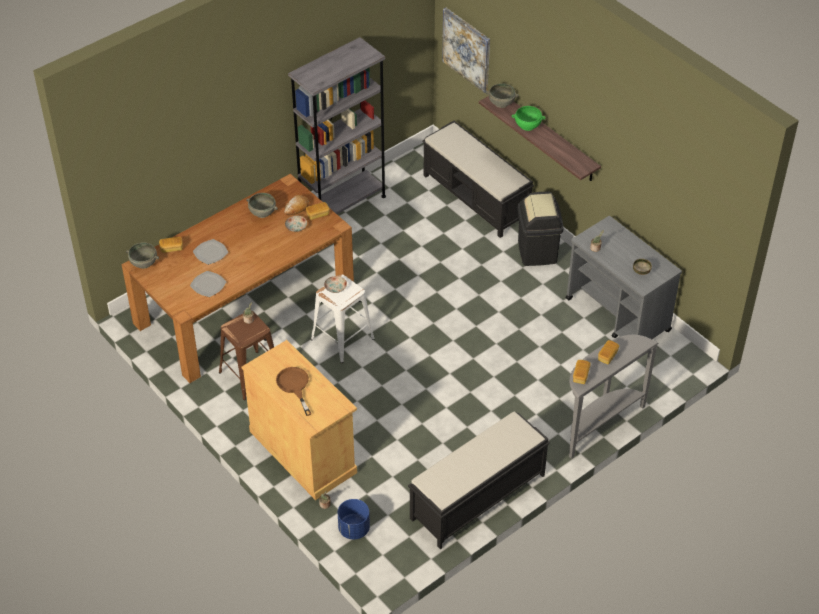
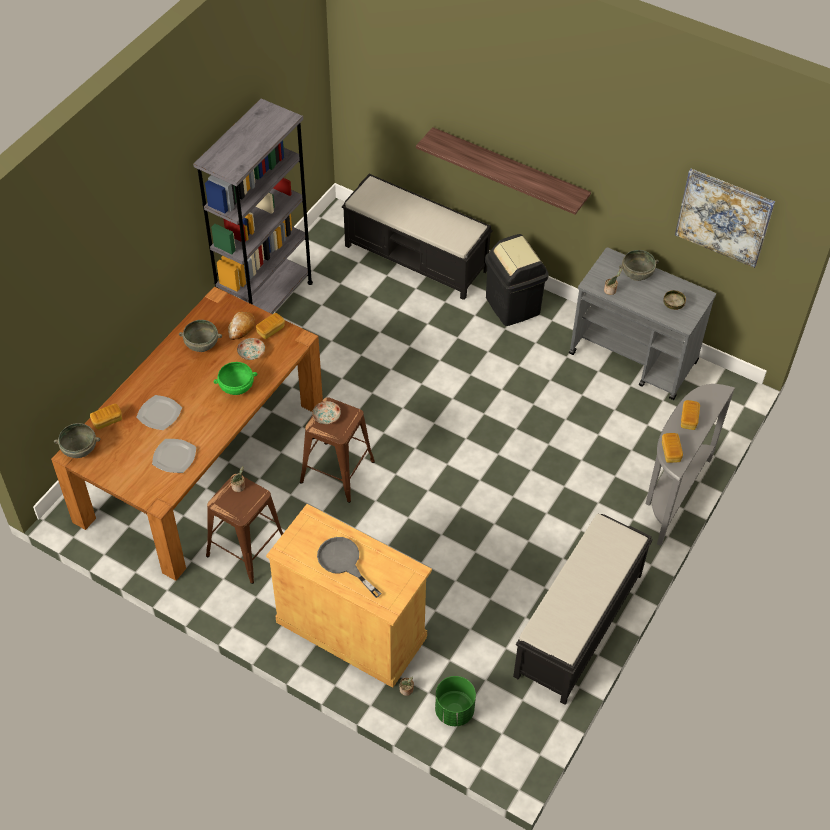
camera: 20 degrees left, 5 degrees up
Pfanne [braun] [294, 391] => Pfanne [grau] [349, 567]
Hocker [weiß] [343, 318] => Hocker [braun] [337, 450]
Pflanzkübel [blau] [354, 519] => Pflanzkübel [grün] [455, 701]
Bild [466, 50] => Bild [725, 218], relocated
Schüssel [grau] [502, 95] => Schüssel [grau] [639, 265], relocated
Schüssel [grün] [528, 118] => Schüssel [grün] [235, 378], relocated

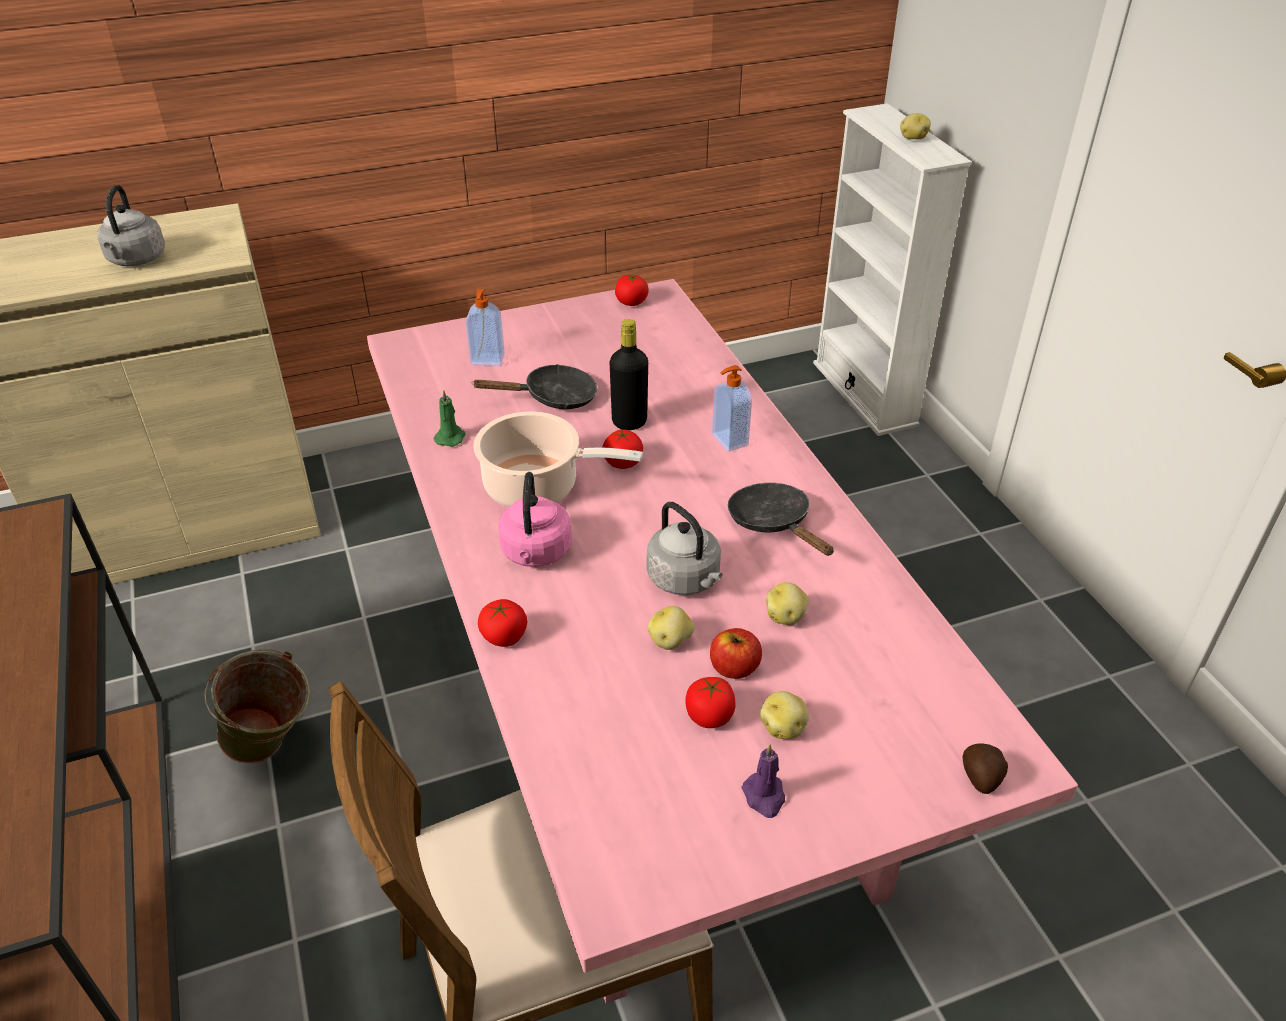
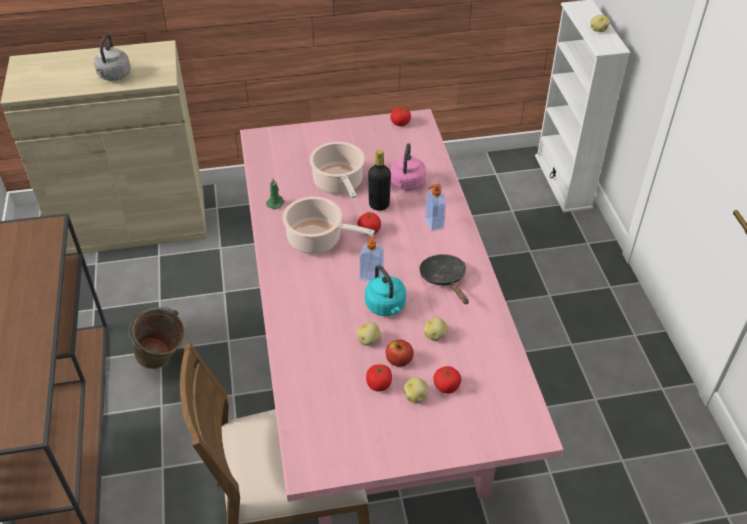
camera: 10 degrees right, 5 degrees up
Seifenspender [485, 327] => Seifenspender [371, 259], relocated
Pfanne [schwarz] [535, 386] => Kochtopf [337, 170]
Tomate [502, 623] => Tomate [447, 380], relocated
Wasserkessel [rosa] [535, 519] => Wasserkessel [rosa] [408, 166], relocated
Wasserkessel [grau] [684, 548] => Wasserkessel [türkis] [385, 290]
Kerze [lila] [763, 781] => nothing
Kartoffel [985, 768] => nothing

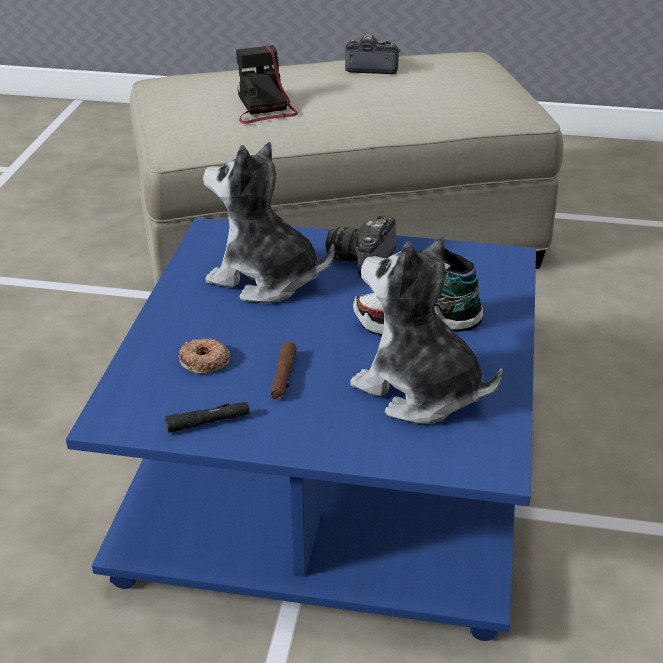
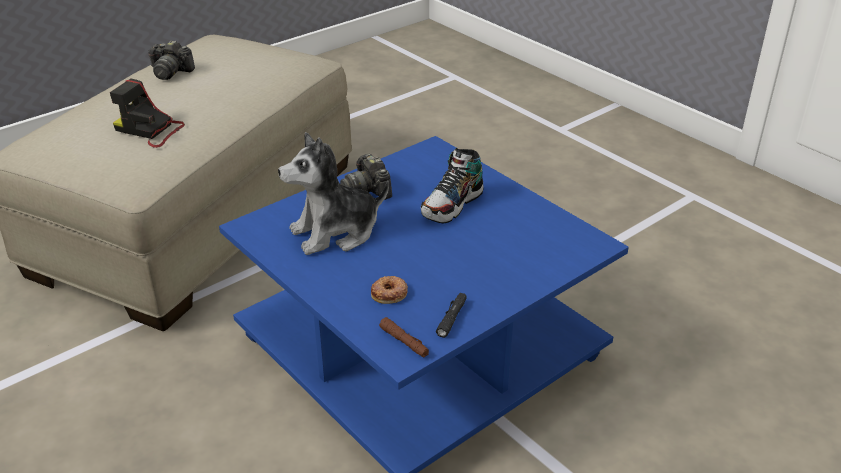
camera: 50 degrees left, 0 degrees up
Taschenlampe [braun] [284, 371] => Taschenlampe [braun] [404, 337], relocated
Kamera [373, 54] => Kamera [171, 60], 120 degrees counterclockwise
Plüschtier [426, 330] => nothing

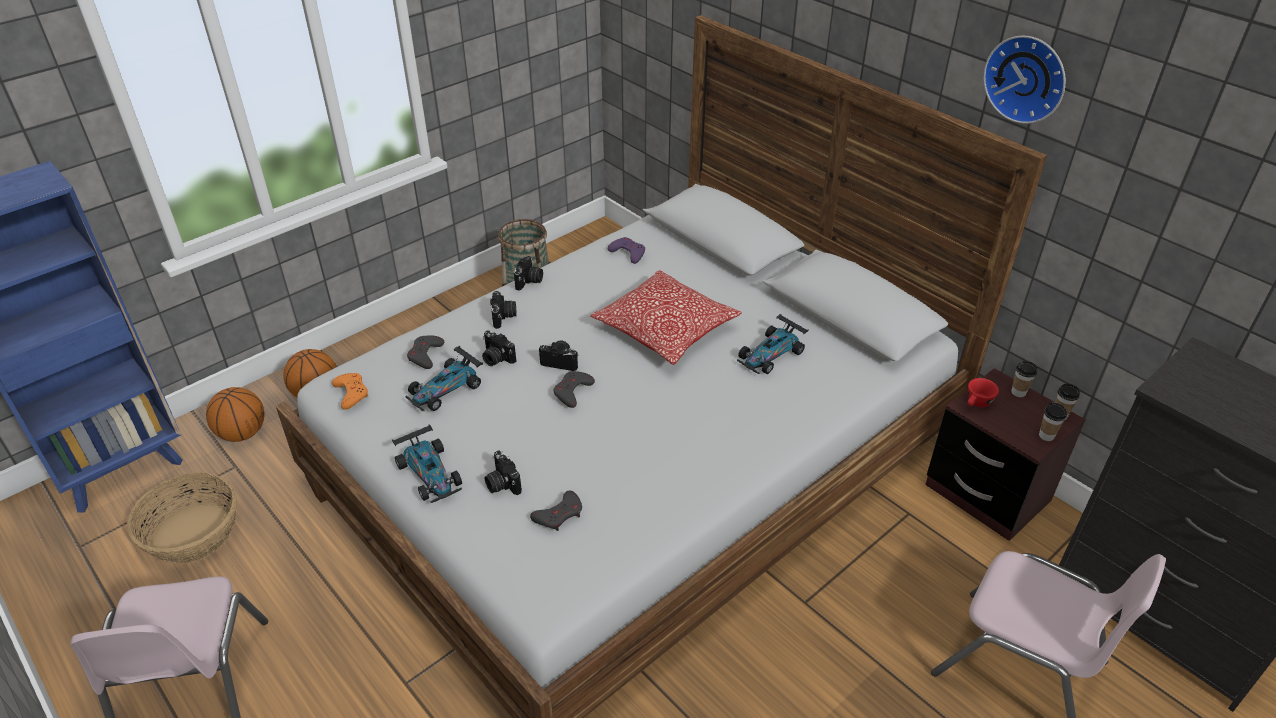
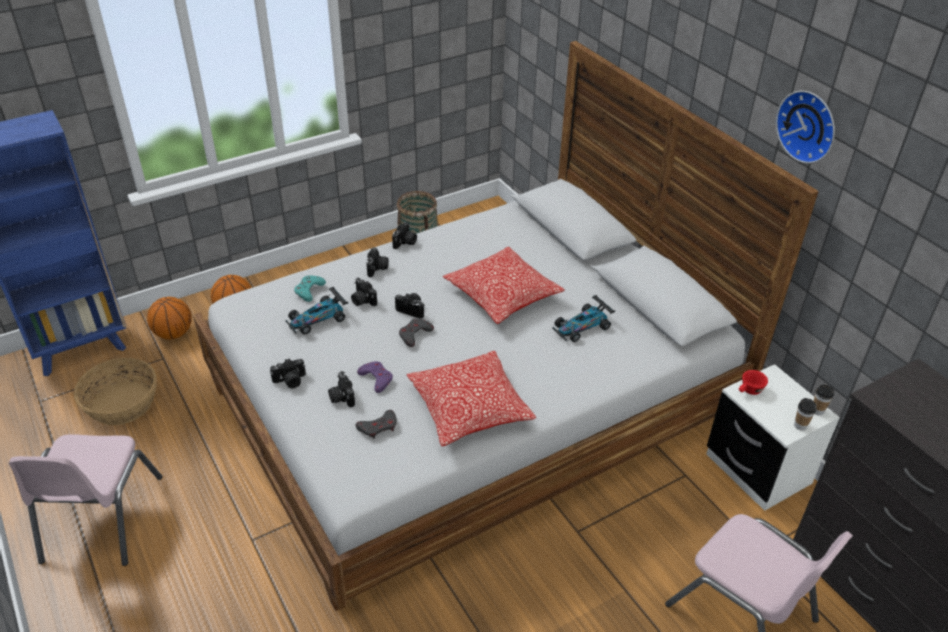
camera: 10 degrees right, 0 degrees up
Gamepad [orange] [350, 391] => nothing
Spielzeugauto [427, 463] => Kamera [288, 373]
Gamepad [grau] [425, 352] => Gamepad [türkis] [310, 288]
Gamepad [lila] [626, 250] => Gamepad [lila] [375, 377], relocated
Nachttisch [braun] [1005, 454] => Nachttisch [weiß] [773, 437]
Tasse [1024, 379] => nothing
nothing => Kissen [471, 398]

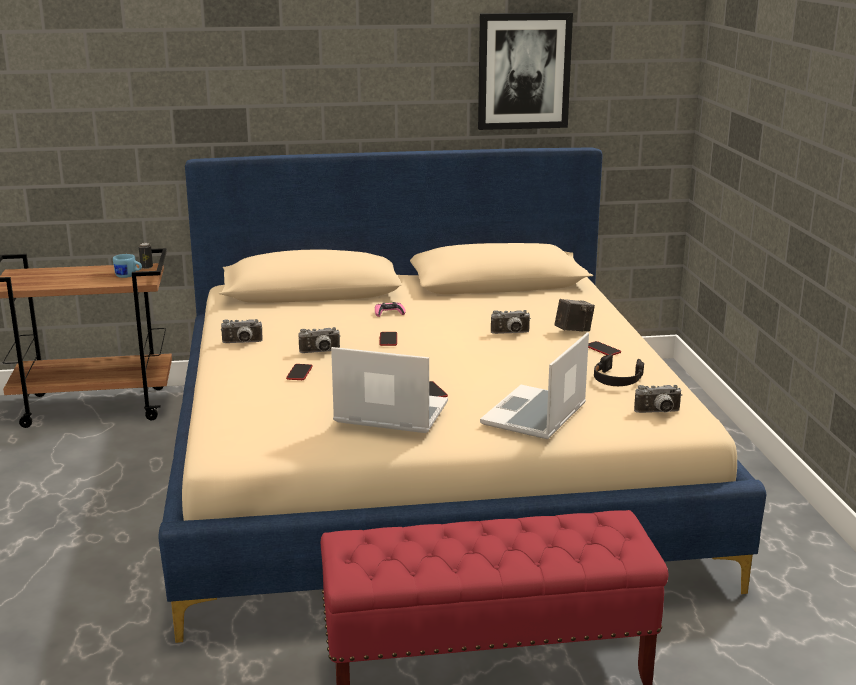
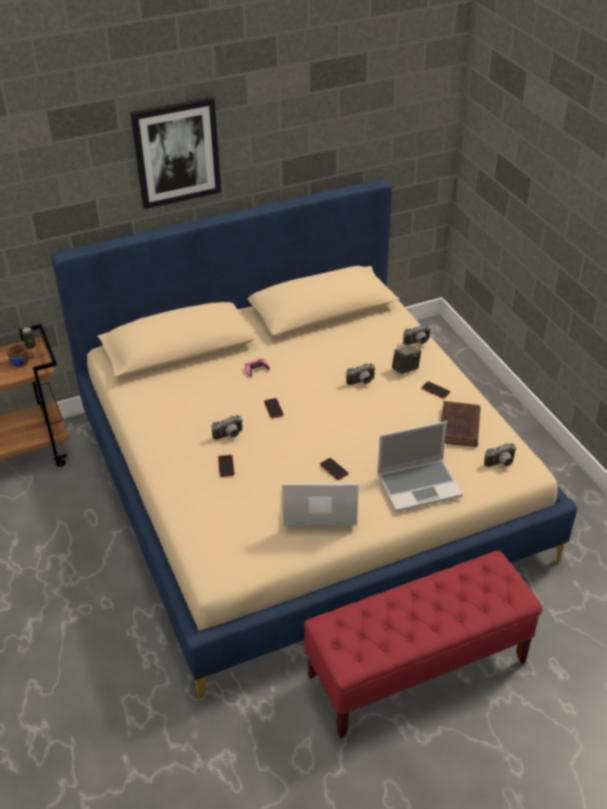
camera: 15 degrees left, 20 degrees up
Henkelbecher [blau] [127, 266] => Henkelbecher [braun] [20, 355]
Kamera [241, 331] => Kamera [417, 334], relocated
Bild [525, 71] => Bild [175, 153], relocated
Laptop [534, 385] => Laptop [420, 466], 120 degrees counterclockwise
Kopfhörer [schwarz] [619, 370] => Buch [braun] [460, 424]

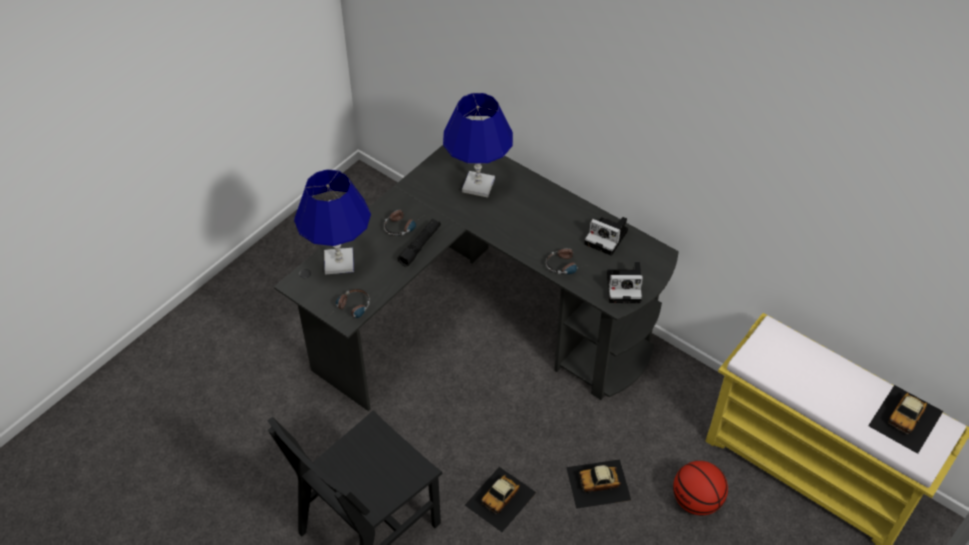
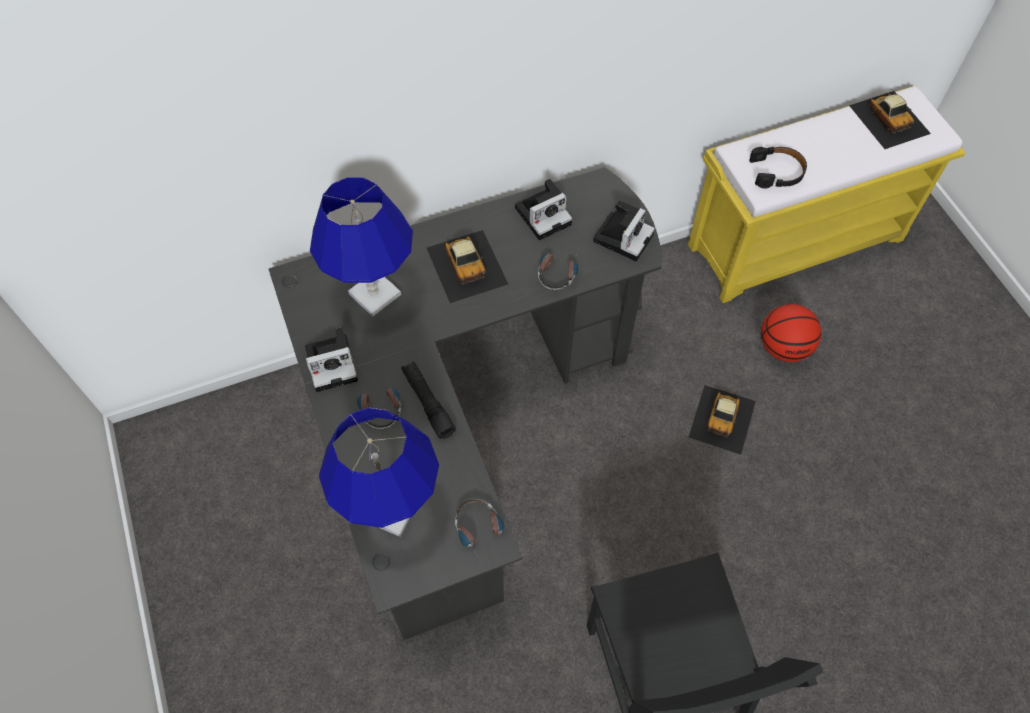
camera: 60 degrees left, 10 degrees up
Spielzeugauto [501, 499] => Spielzeugauto [467, 266], relocated
nothing => Kamera [331, 359]
nothing => Kopfhörer [schwarz] [778, 167]

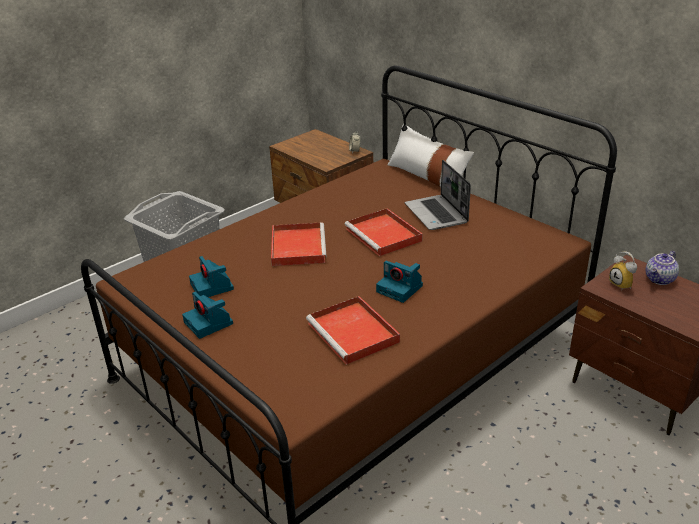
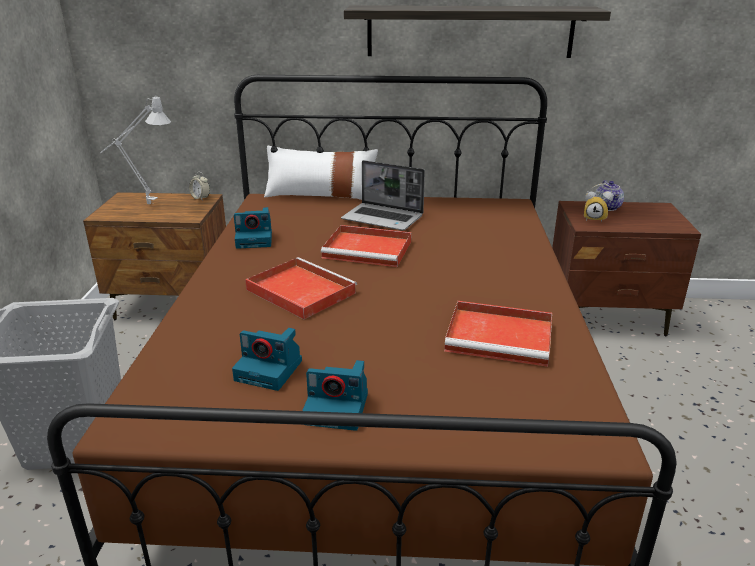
camera: 45 degrees left, 5 degrees down
Kamera [399, 282] => Kamera [253, 228], relocated
nothing => Tischlampe [grau] [135, 150]
nothing => Wandregal [477, 31]

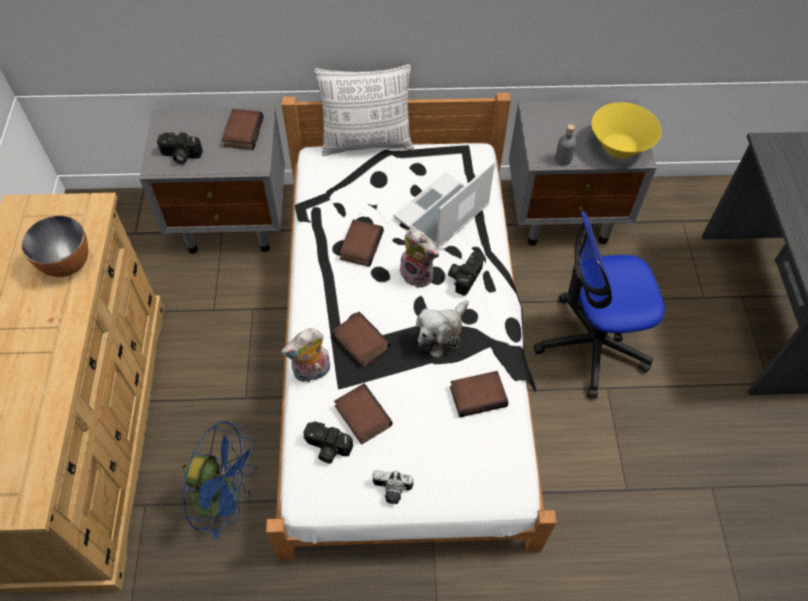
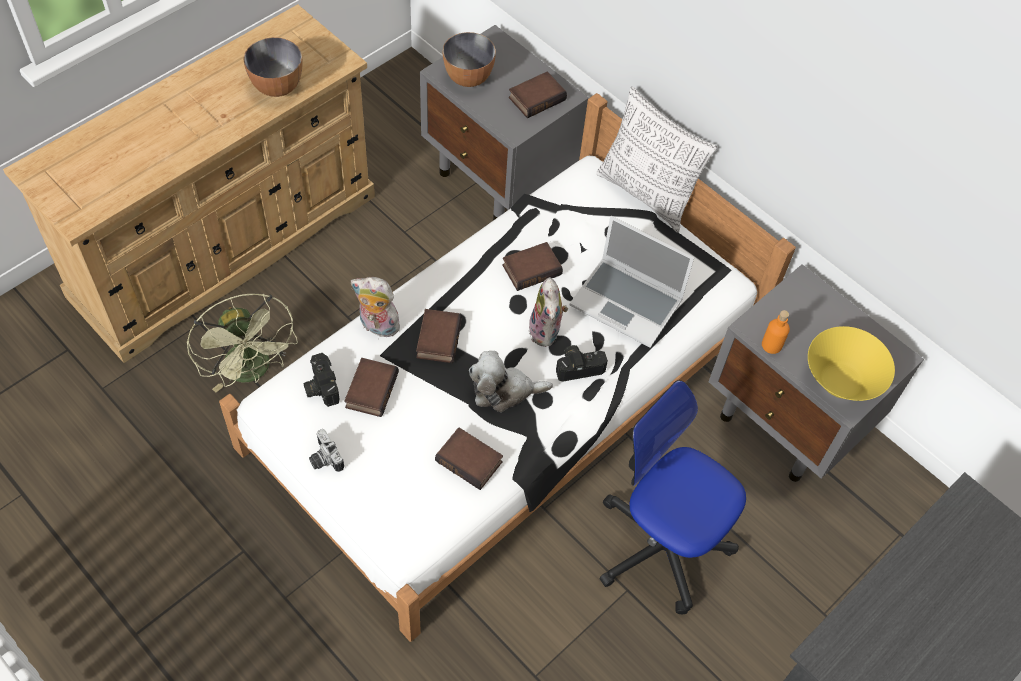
camera: 45 degrees right, 0 degrees up
Kamera [180, 148] => Schüssel [469, 59]
Ventilator [blau] [219, 480] => Ventilator [grün] [242, 343]
Laptop [444, 205] => Laptop [632, 282], 150 degrees counterclockwise
Flasche [grau] [565, 145] => Flasche [orange] [776, 332]

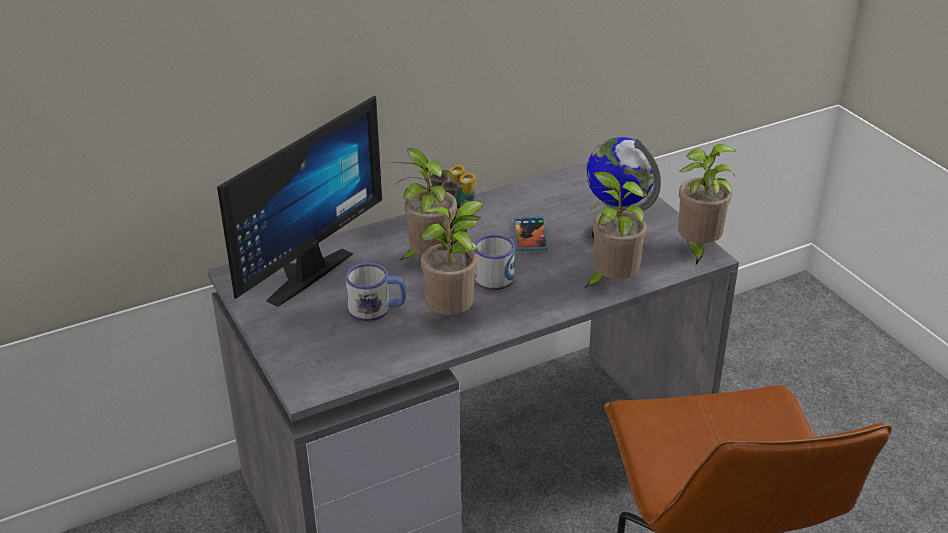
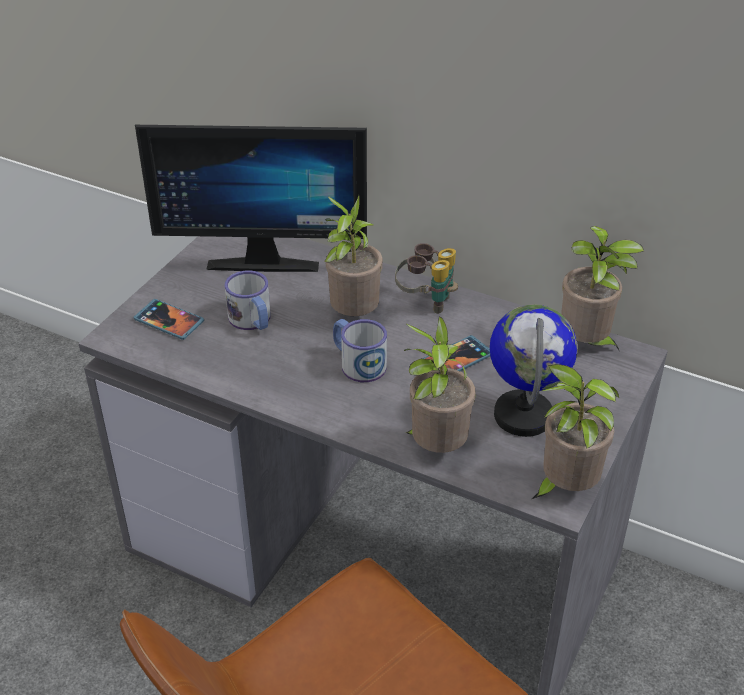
camera: 55 degrees right, 5 degrees up
Topfpflanze [452, 258] => Topfpflanze [602, 289], relocated
nothing => Handy [168, 319]

